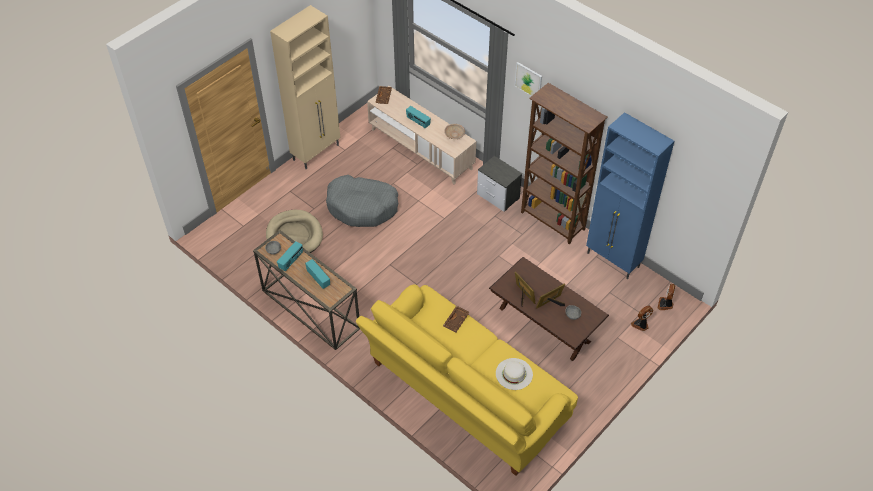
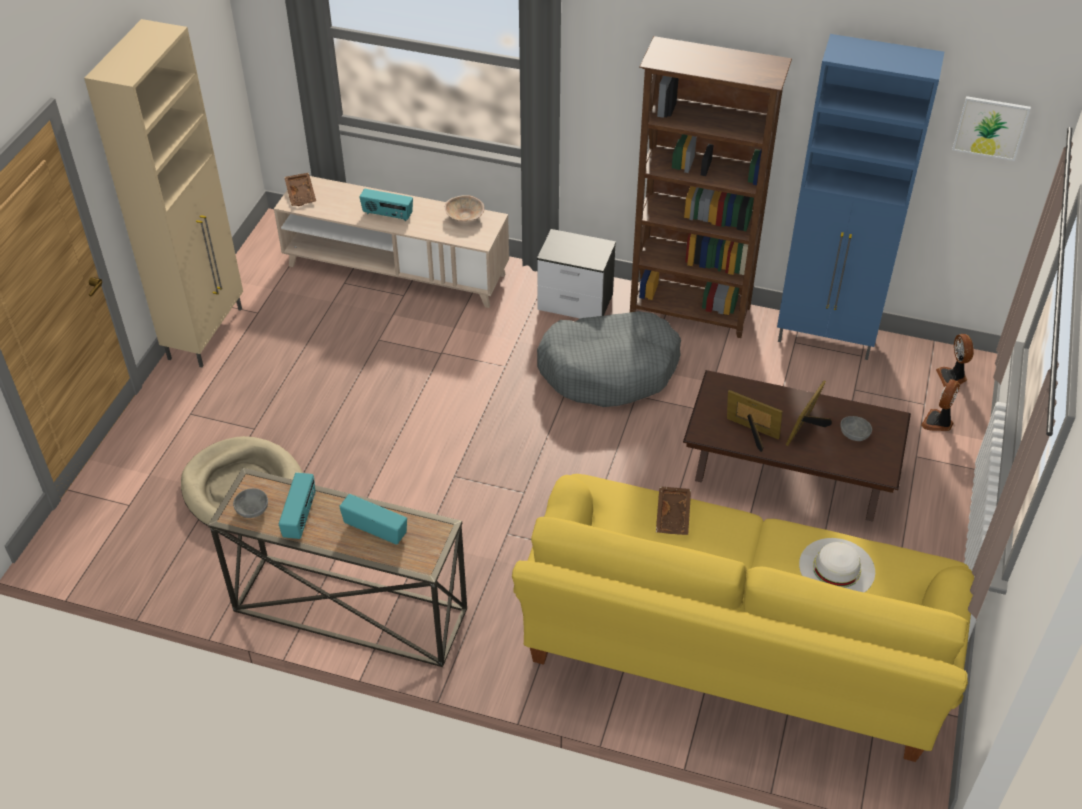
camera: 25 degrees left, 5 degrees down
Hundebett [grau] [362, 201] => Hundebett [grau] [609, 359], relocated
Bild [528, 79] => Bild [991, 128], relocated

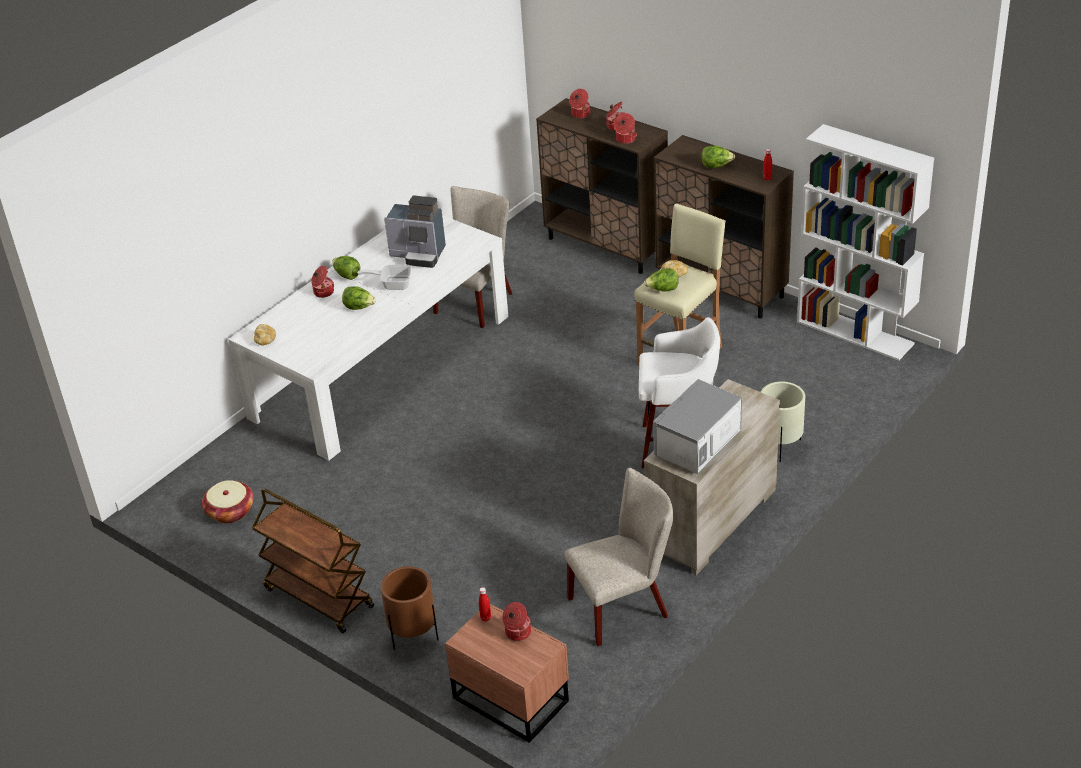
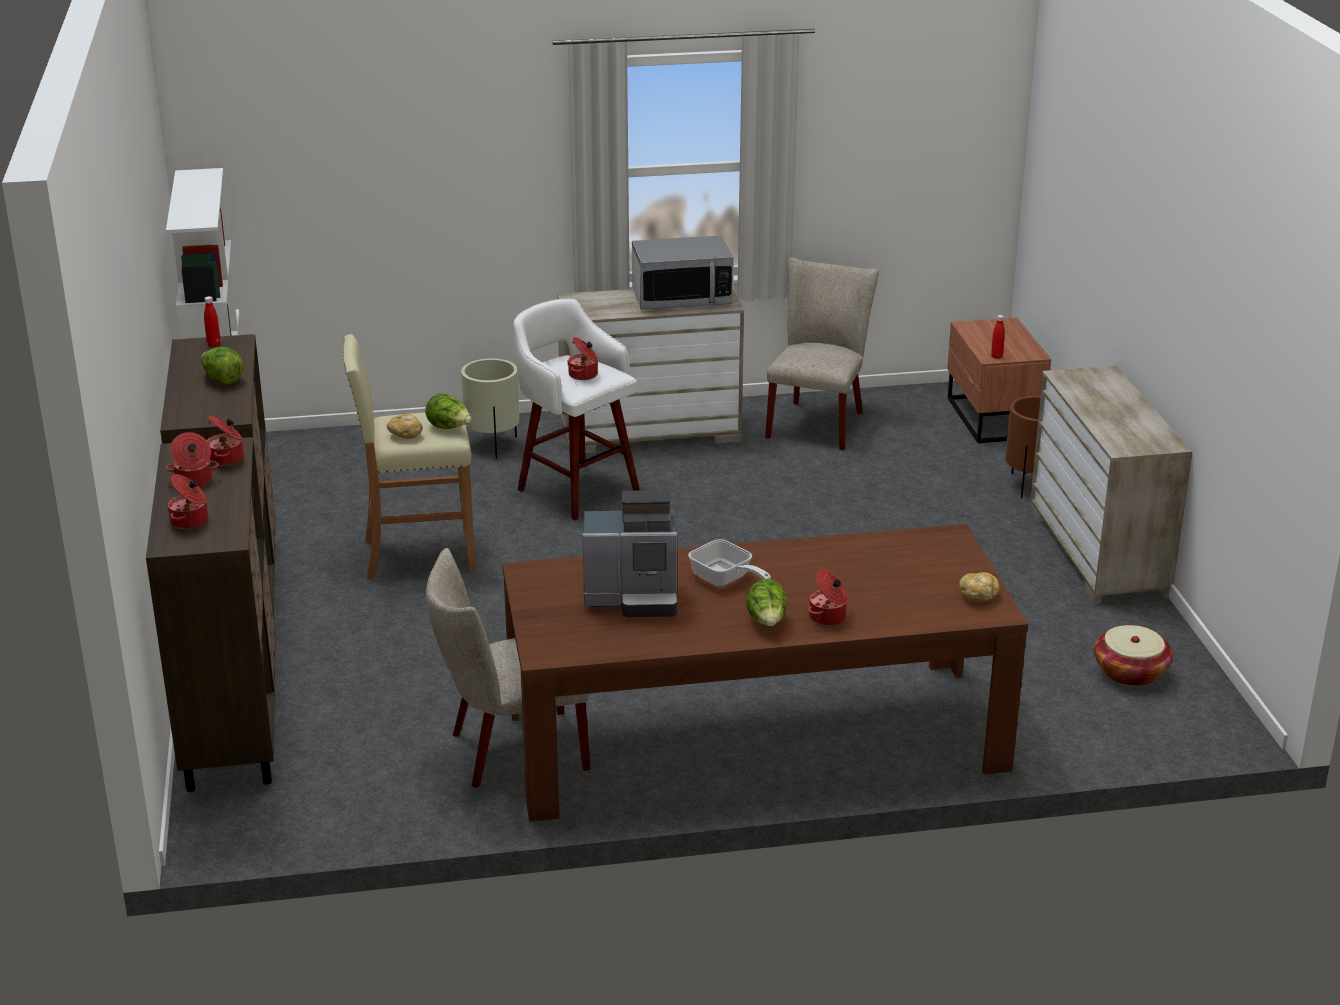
camera: 140 degrees left, 10 degrees down
Esstisch [weiß] [368, 338] => Esstisch [braun] [765, 673]
Rollwagen [braun] [313, 560] => Kommode [beige] [1111, 485]
Salatkopf [359, 298] => nothing
Kaffeemaschine [415, 232] => Kaffeemaschine [629, 553], 120 degrees clockwise
Kochtopf [516, 621] => Kochtopf [582, 358], relocated
Stuhl [beige] [618, 557] => Stuhl [beige] [822, 354], 90 degrees clockwise

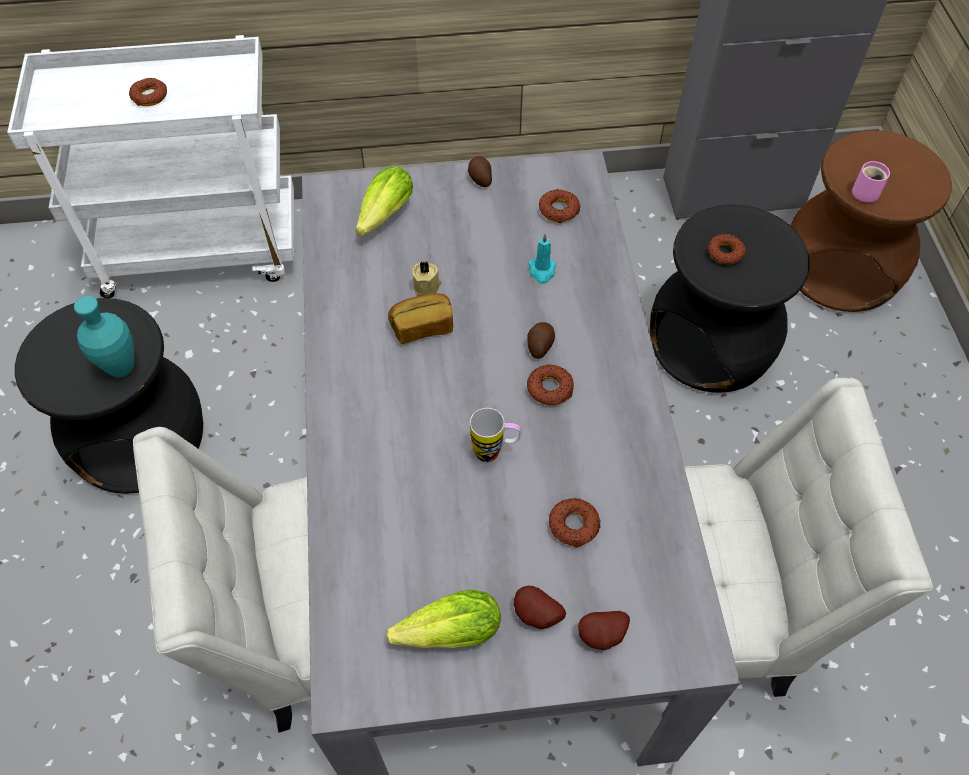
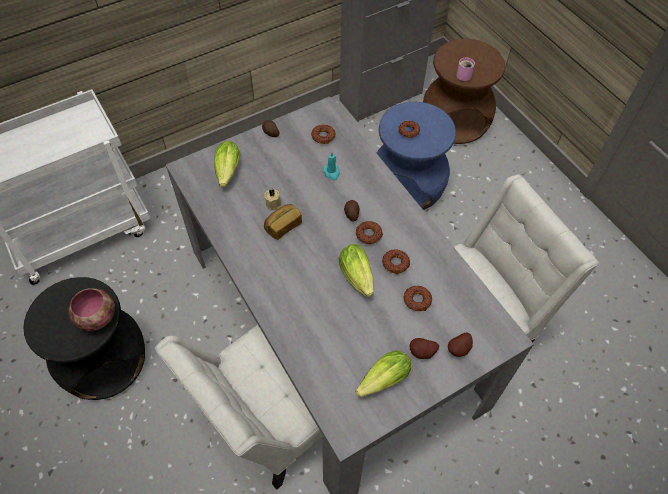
camera: 25 degrees left, 0 degrees up
Vase [türkis] [104, 336] => Schüssel [91, 309]
Donut [148, 92] => Donut [396, 262], relocated
Henkelbecher [496, 435] => Salatkopf [356, 270]
Hocker [schwarz] [729, 299] => Hocker [blau] [416, 156]

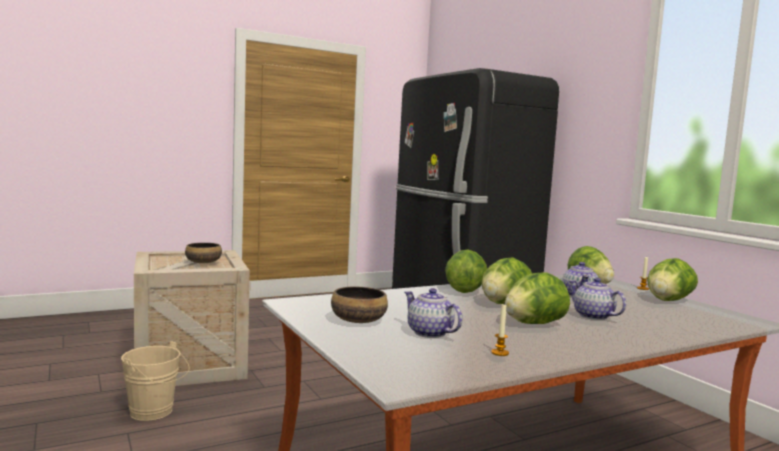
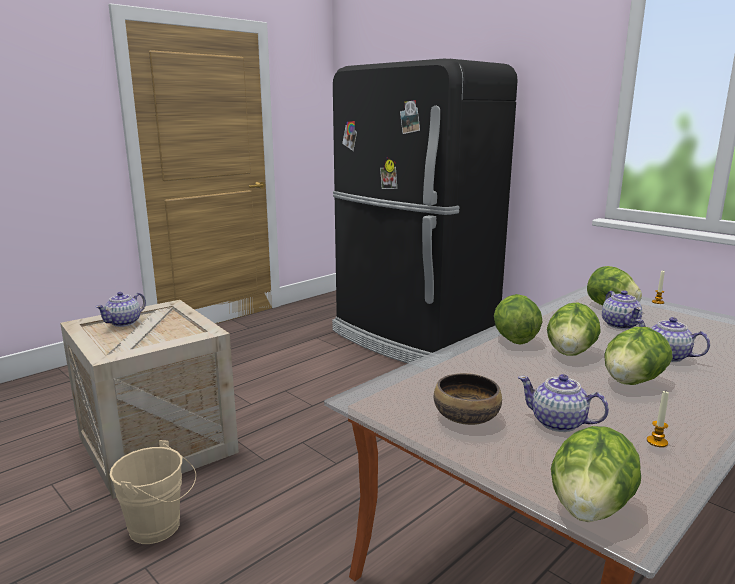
camera: 15 degrees left, 10 degrees up
Schüssel [203, 253] => nothing
Salatkopf [672, 279] => Salatkopf [596, 474], relocated
nothing => Teekanne [120, 309]

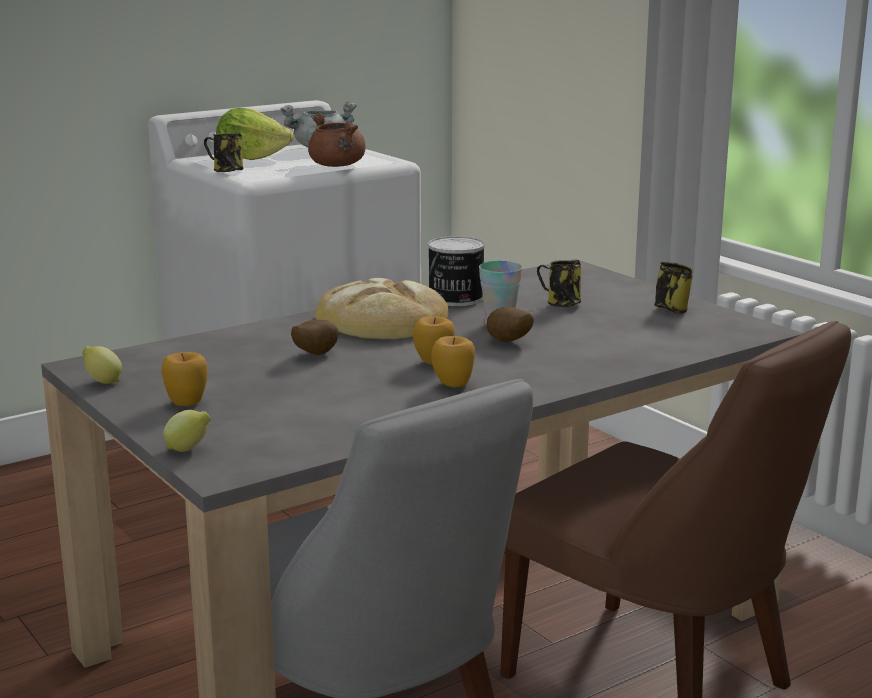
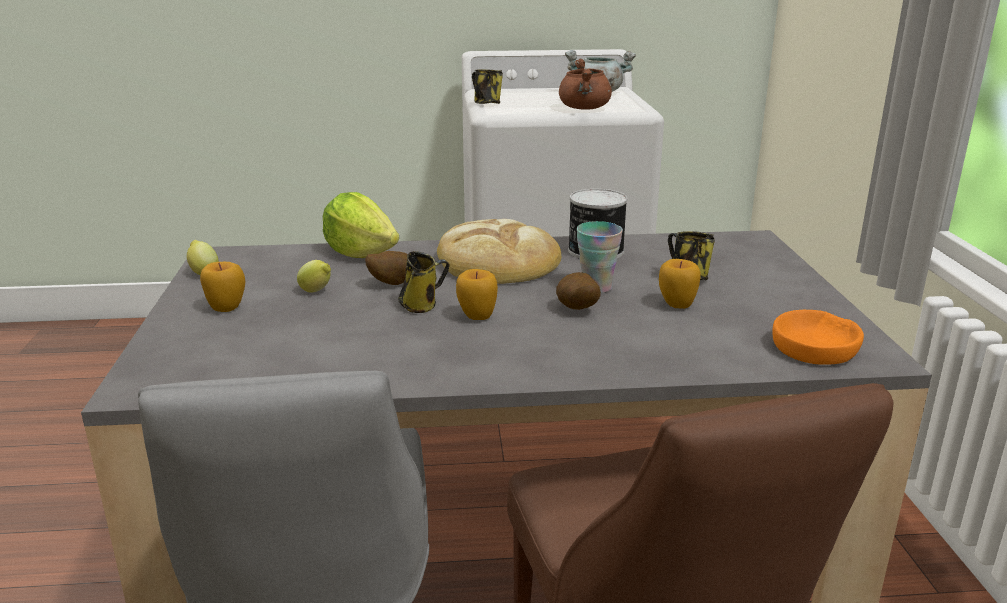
camera: 30 degrees right, 5 degrees up
Zitrone [187, 431] => Zitrone [314, 276], relocated
Salatkopf [255, 134] => Salatkopf [361, 225], relocated
Apfel [453, 362] => Apfel [680, 284], relocated
Henkelbecher [674, 287] => Henkelbecher [424, 282], relocated
nothing => Schüssel [orange] [818, 337]

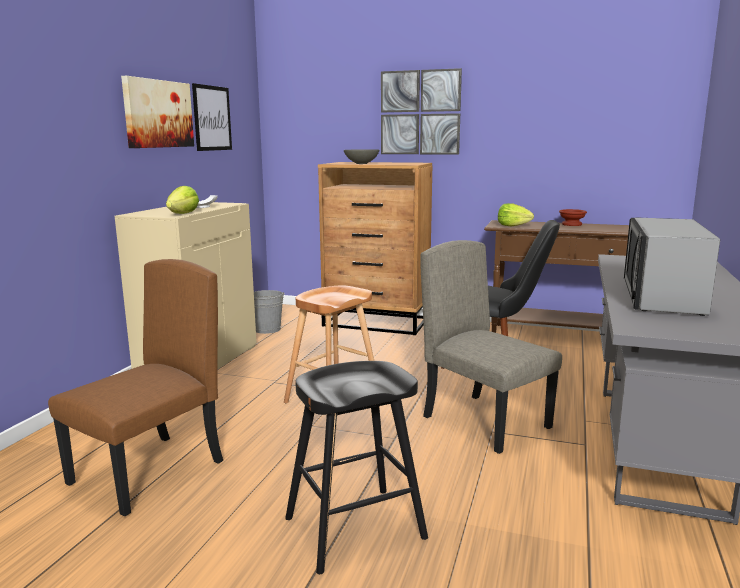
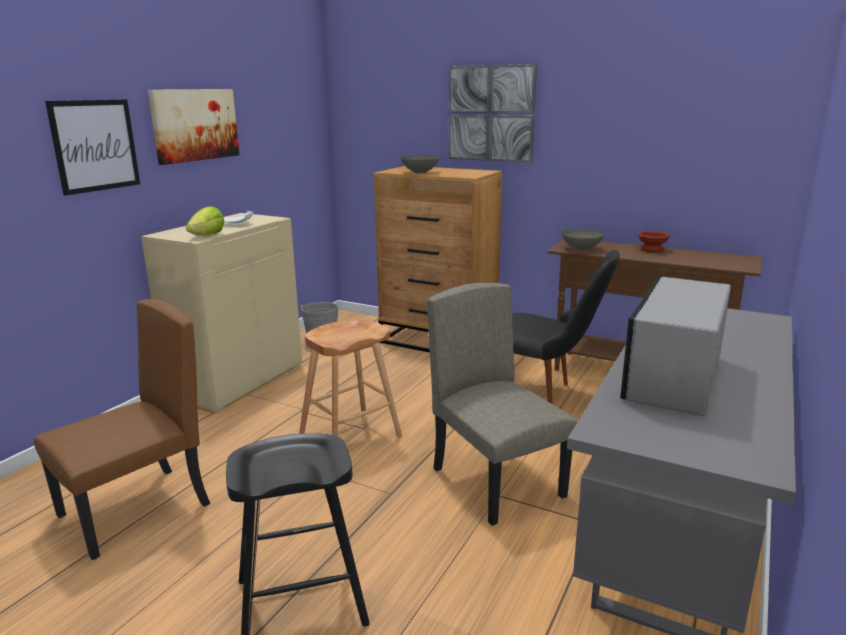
camera: 10 degrees right, 5 degrees up
Bild [212, 117] => Bild [92, 147], relocated
Salatkopf [516, 214] => Schüssel [grau] [583, 240]

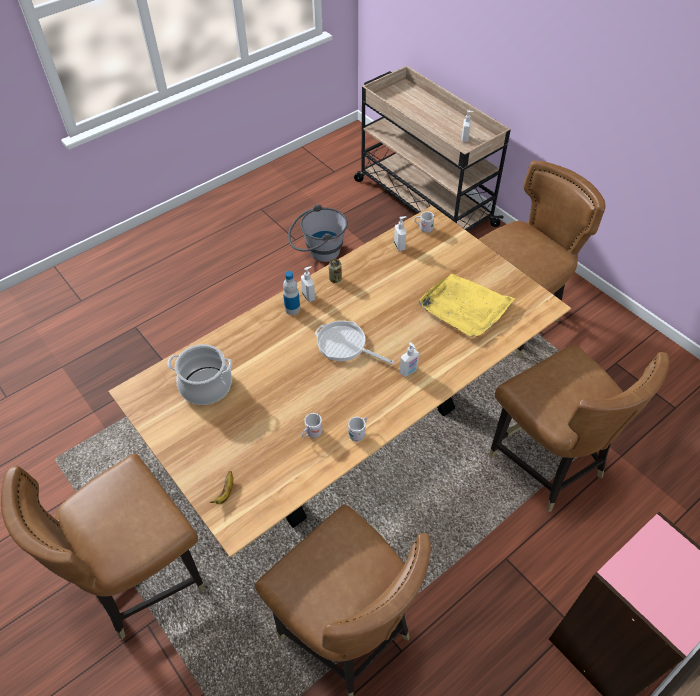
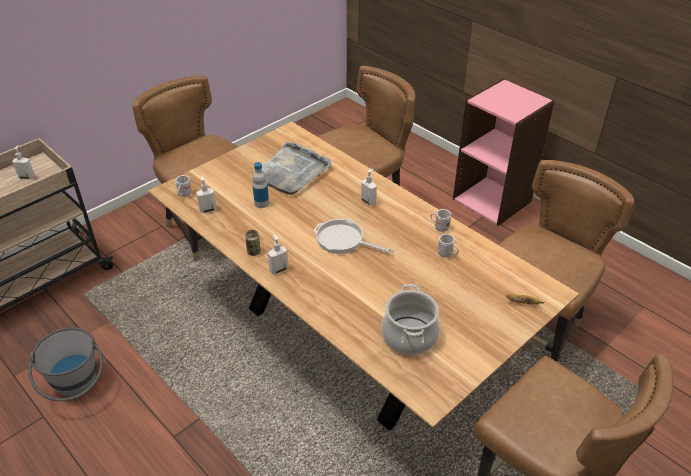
camera: 95 degrees left, 10 degrees down
Flasche [291, 293] => Flasche [260, 185], relocated
Pfanne [354, 343] => Pfanne [353, 236], 90 degrees clockwise
Tablett [gelb] [467, 305] => Tablett [grau] [296, 168]

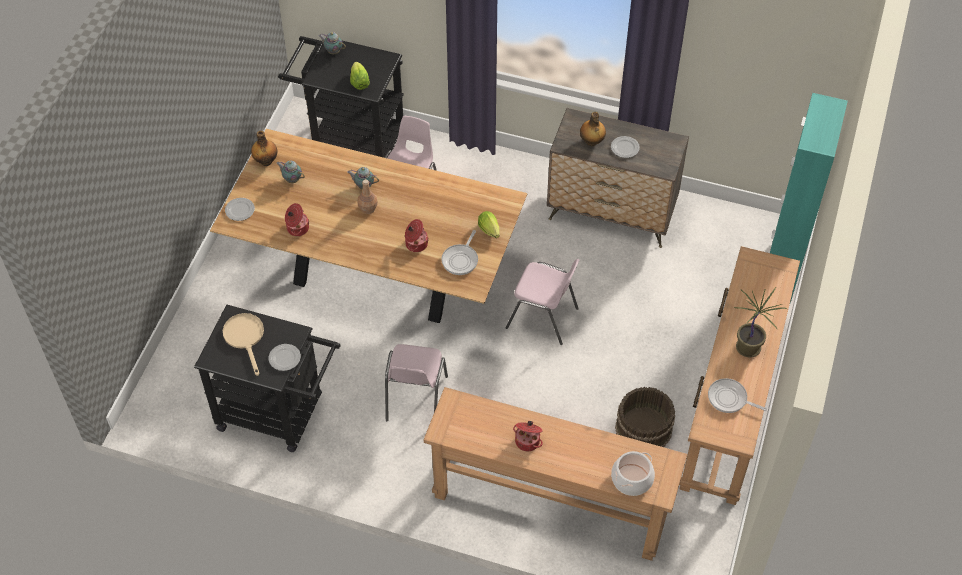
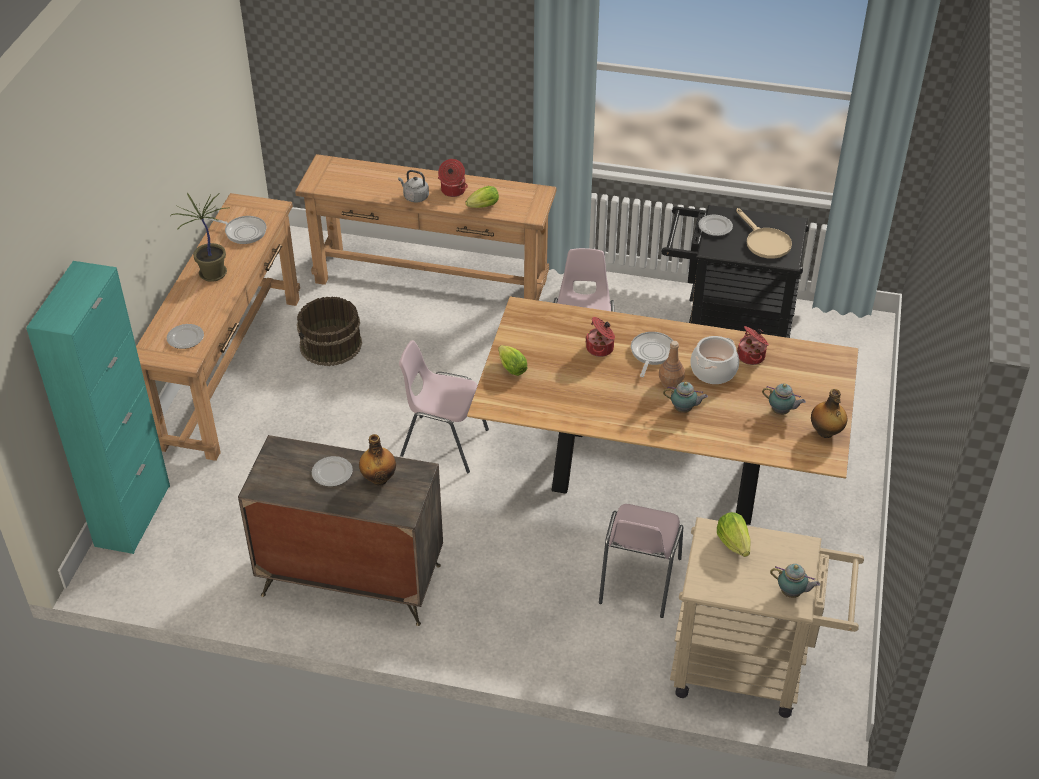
camera: 175 degrees right, 10 degrees down
Teller [240, 209] => Teller [185, 336], relocated
Rollwagen [schwarz] [341, 97] => Rollwagen [beige] [767, 617]
Pfanne [459, 252] => Pfanne [652, 354], relocated
Kochtopf [633, 473] => Kochtopf [714, 360], relocated
nothing => Wasserkessel [grau] [413, 186]
nothing => Salatkopf [482, 197]

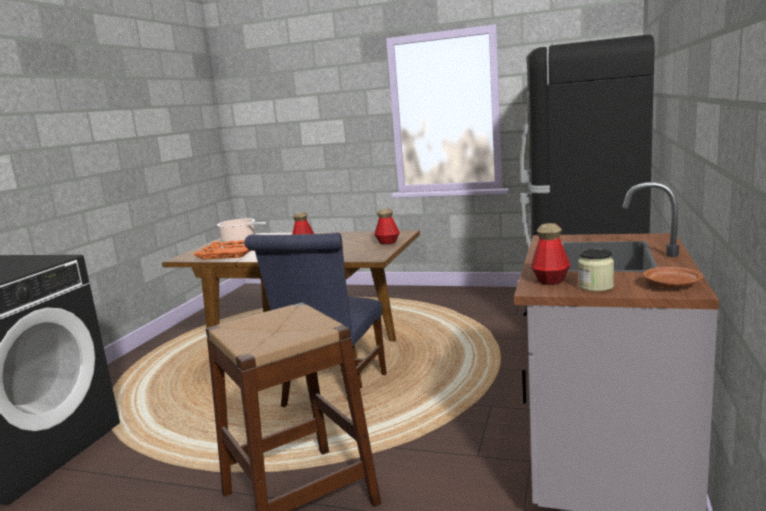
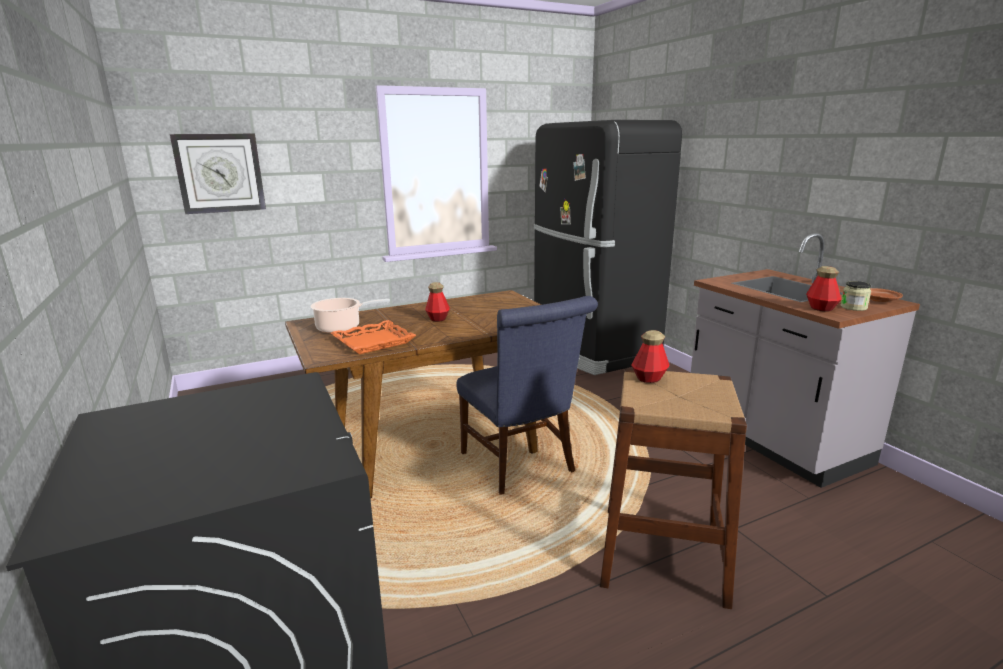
camera: 45 degrees left, 5 degrees up
Flasche [387, 226] => Flasche [650, 356], relocated
nothing => Wanduhr [218, 174]

